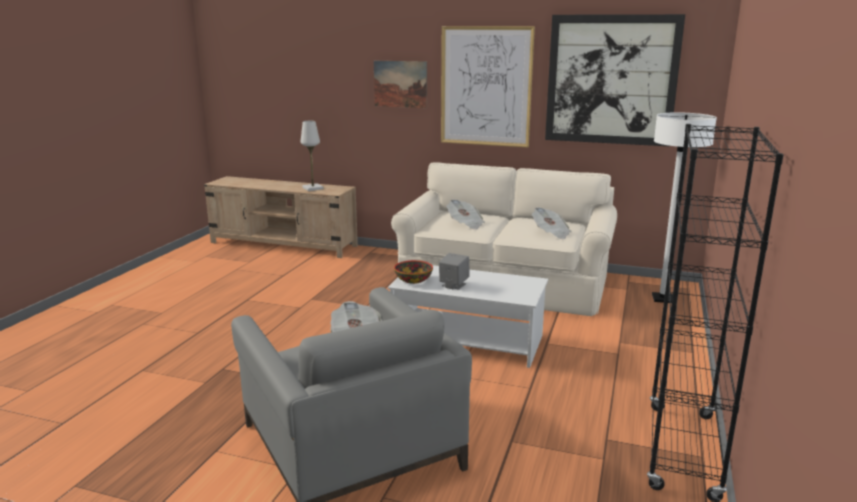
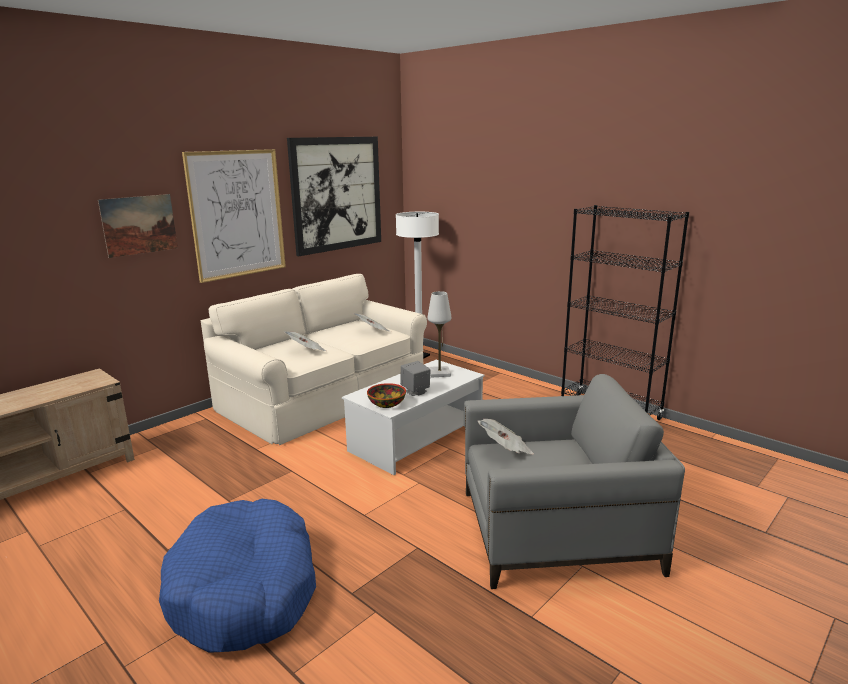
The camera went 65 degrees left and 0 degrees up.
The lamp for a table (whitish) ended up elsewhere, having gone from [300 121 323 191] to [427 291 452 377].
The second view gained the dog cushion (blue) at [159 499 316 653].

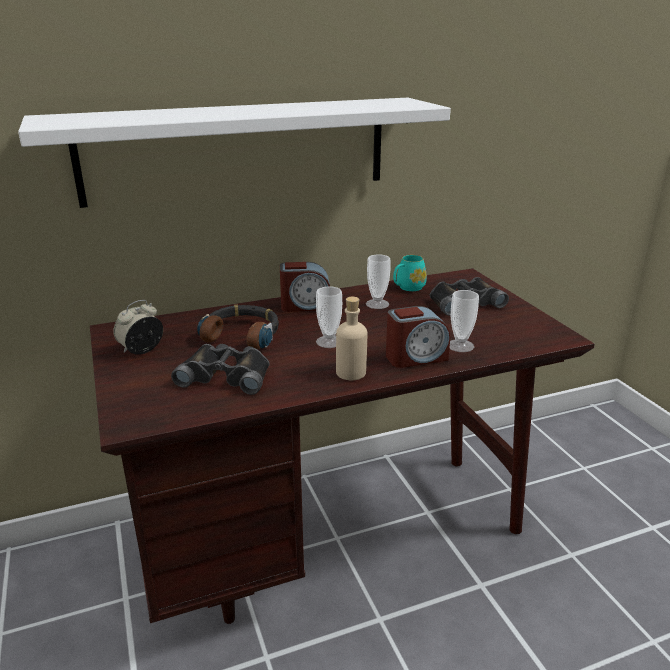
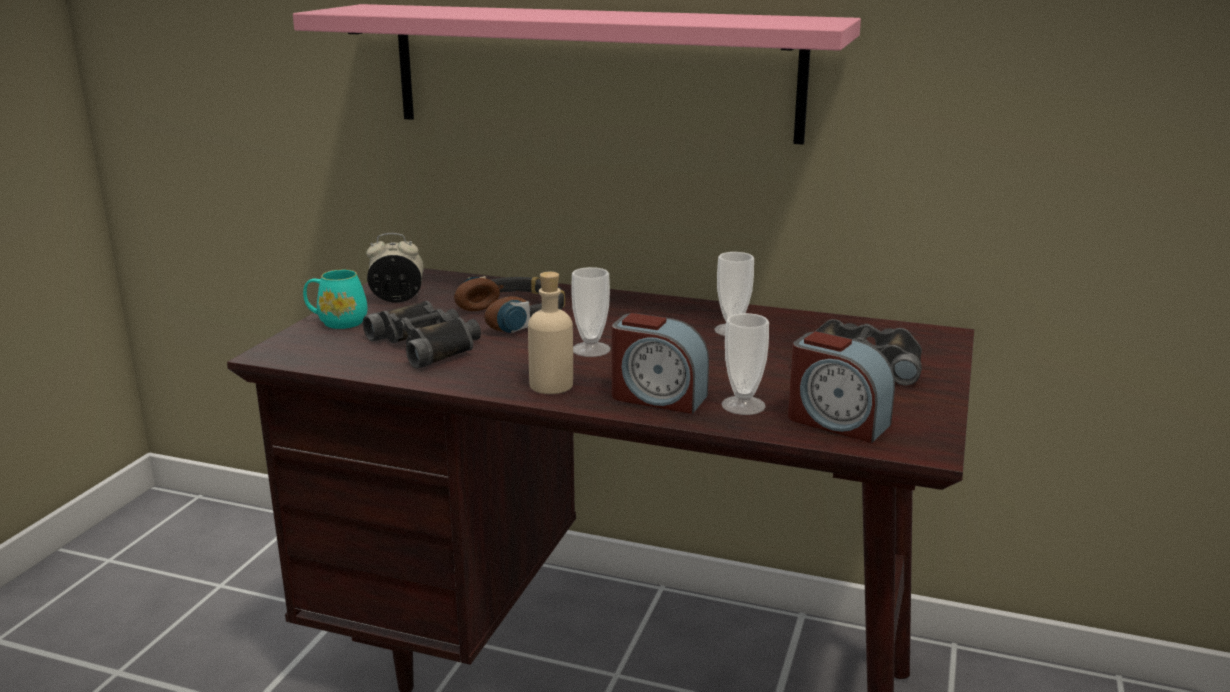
The camera went 40 degrees right and 5 degrees down.
What was the bracket shelf (whitish) at [18 98 451 208] turned into the bracket shelf (pinkish) at [293 4 861 145].
The mug (turquoise) ended up elsewhere, having gone from [393 255 427 291] to [303 269 367 329].
The bedside clock ended up elsewhere, having gone from [280 262 330 312] to [788 331 895 443].

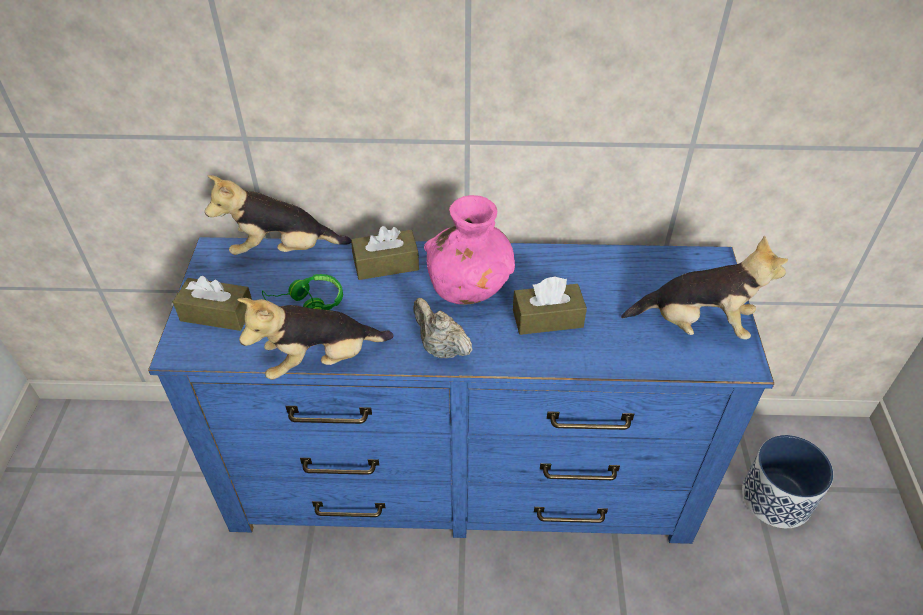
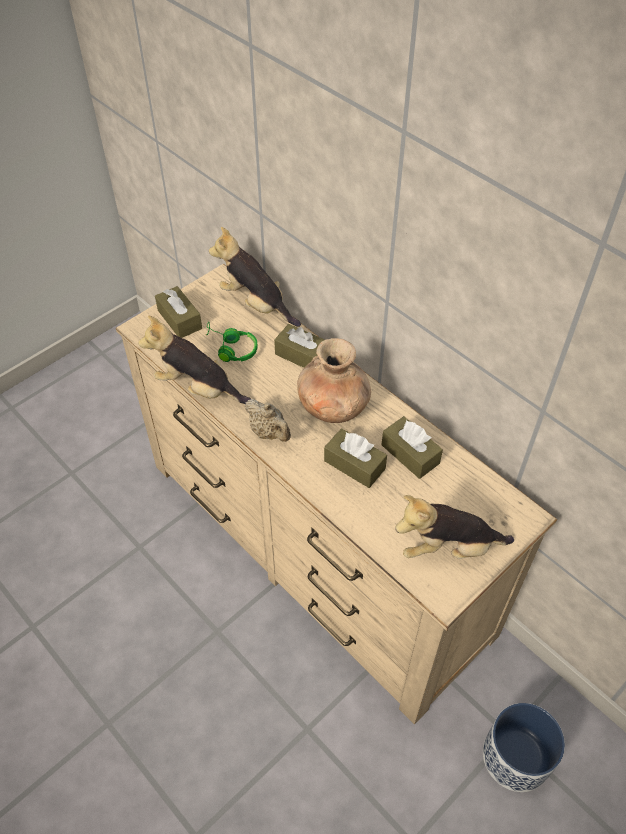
The camera went 45 degrees right and 5 degrees up.
What was the flower vase (pinkish) at [424 195 515 304] turned into the flower vase (brown) at [297 338 371 423].
The soft toy at [621 235 788 340] ended up facing another way, 120 degrees clockwise from before.
What was the chest of drawers (blue) at [148 237 774 544] turned into the chest of drawers (beige) at [116 264 557 725].
The teapot (beige) at [413 298 473 359] ended up facing another way, 135 degrees clockwise from before.
The second view gained the box of tissues (brown) at [382 416 443 479].

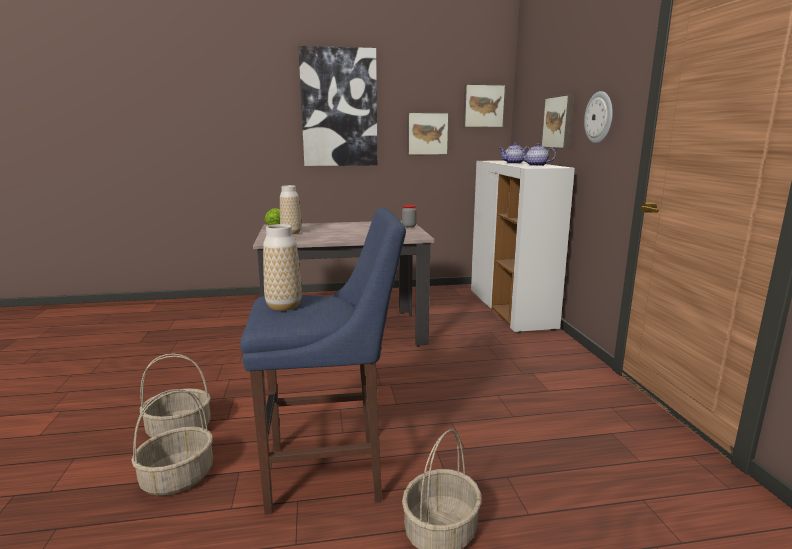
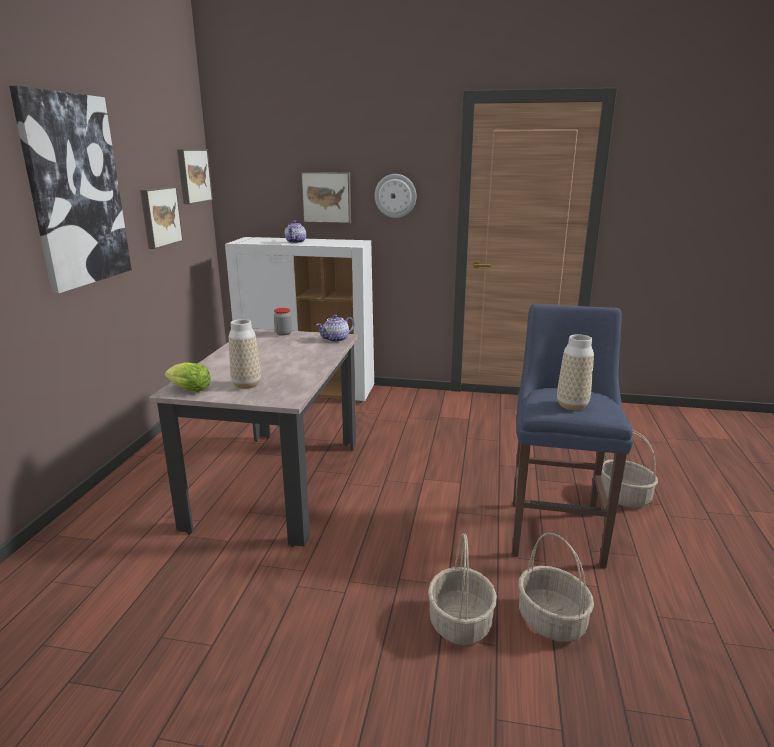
The camera went 70 degrees left and 5 degrees up.
The teapot ended up elsewhere, having gone from [521 143 556 166] to [316 315 354 342].

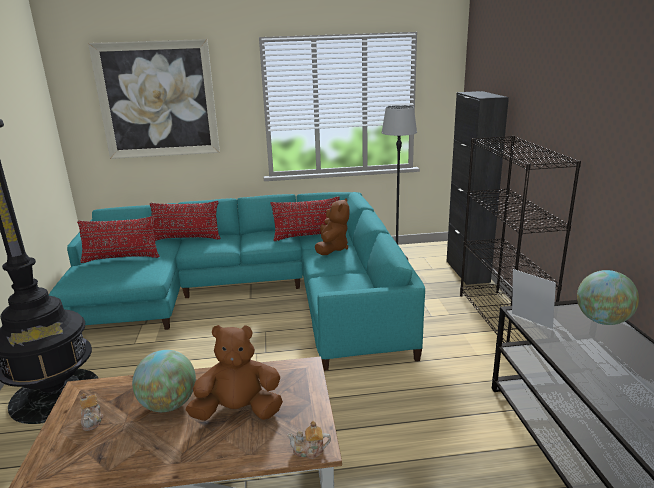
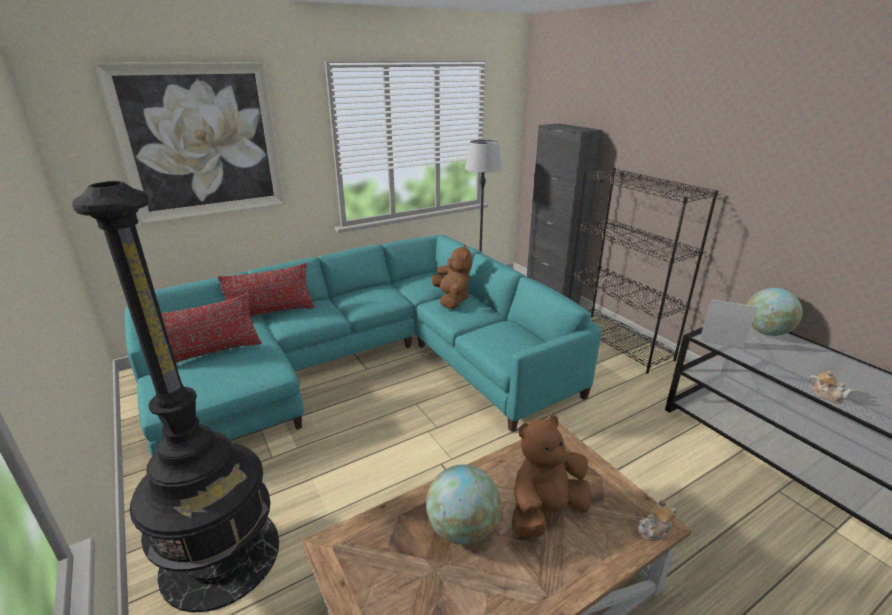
The camera went 25 degrees left and 5 degrees up.
The second view lost the throw pillow (red) at [270 196 340 241].
The teapot ended up elsewhere, having gone from [80 393 103 431] to [809 371 855 404].

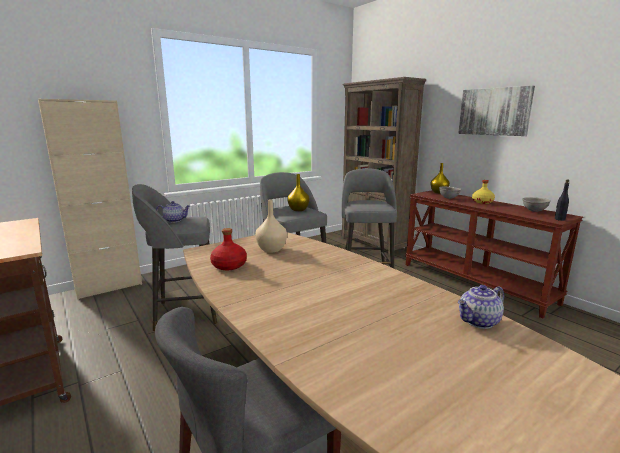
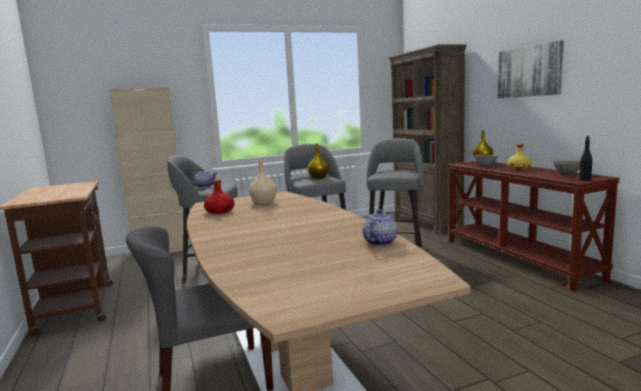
The camera went 15 degrees right and 5 degrees down.
The teapot at [458 285 504 329] ended up facing another way, 135 degrees clockwise from before.

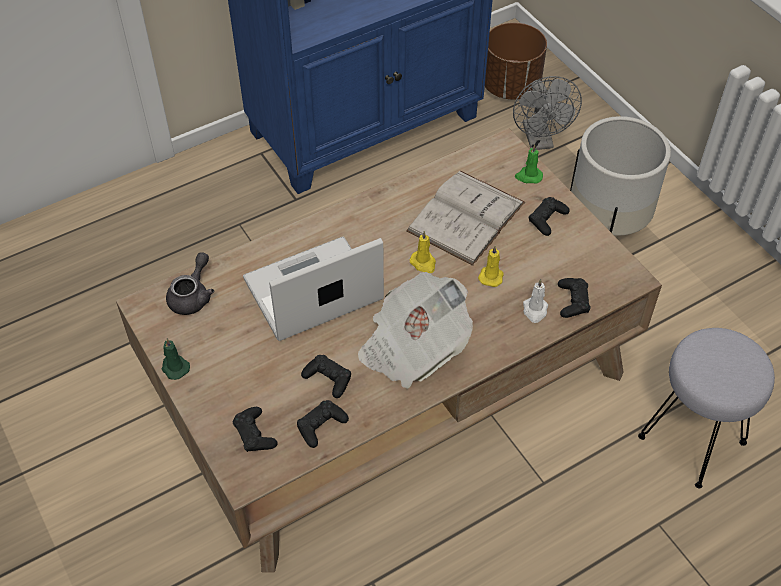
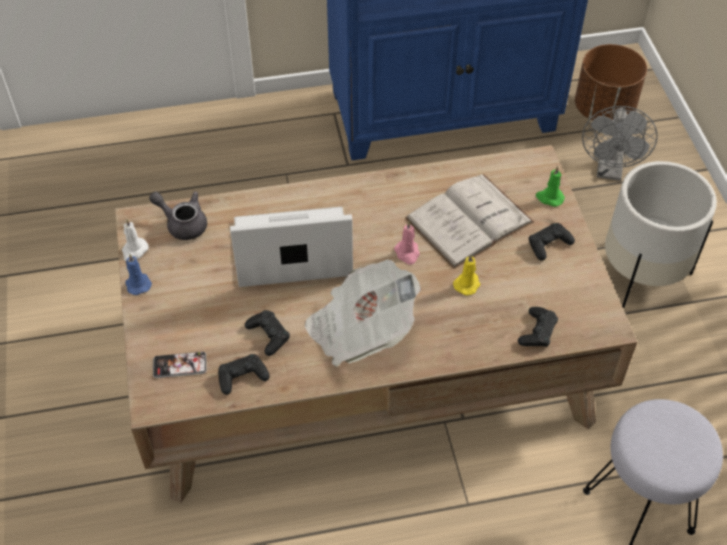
The camera went 20 degrees right and 0 degrees up.
What was the wax light (yellow) at [410 231 436 273] turned into the wax light (pinkish) at [394 221 420 265].
The teapot (gray) at [166 252 214 315] ended up facing another way, 105 degrees counterclockwise from before.
The wax light (whitish) ended up elsewhere, having gone from [523 279 548 323] to [122 219 149 261].
What was the wax light (green) at [161 339 190 380] turned into the wax light (blue) at [125 254 152 295].
Where the joypad (black-coloured) stood at [232 407 278 452], the phone came to stand at [153 352 207 378].

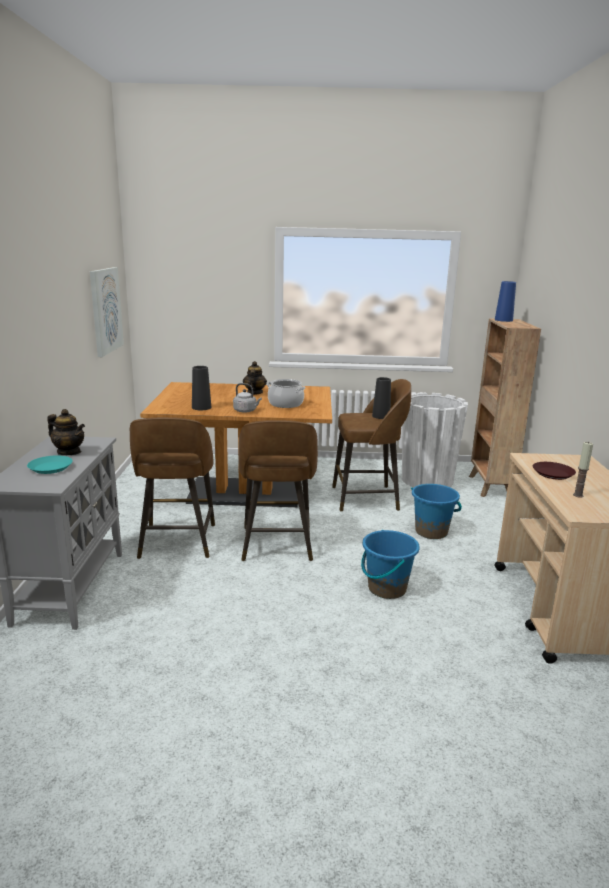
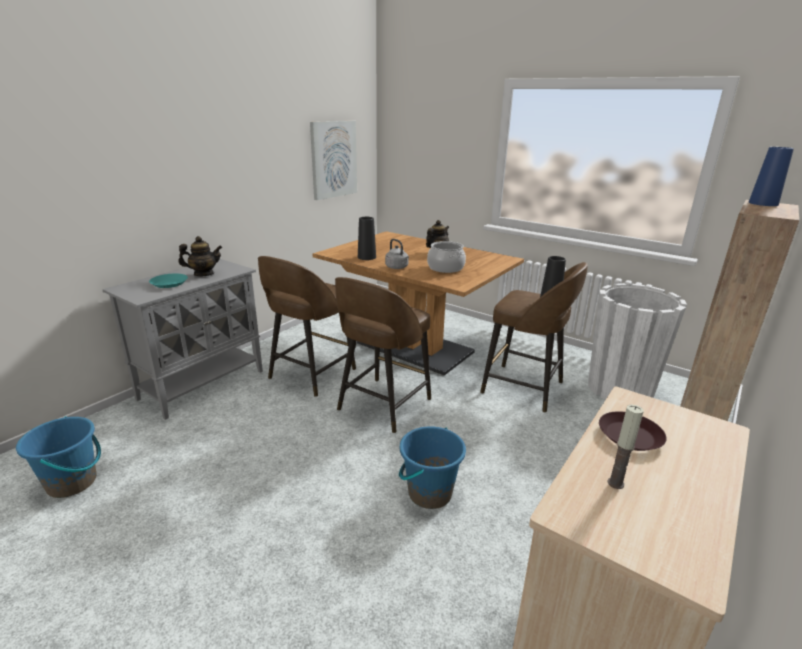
The camera went 35 degrees right and 5 degrees up.
The teapot at [47 409 85 455] ended up facing another way, 75 degrees counterclockwise from before.
The bucket (blue) ended up elsewhere, having gone from [411 484 462 539] to [16 416 101 498].

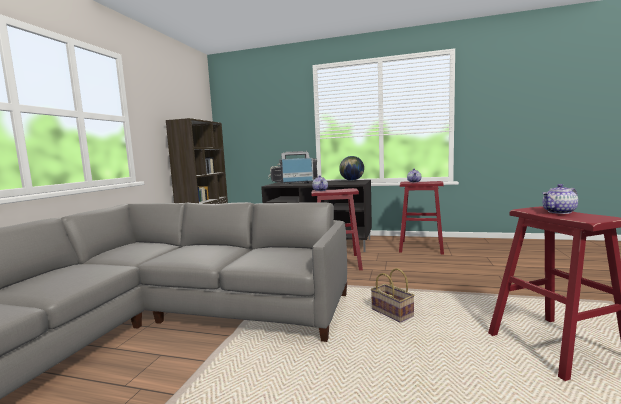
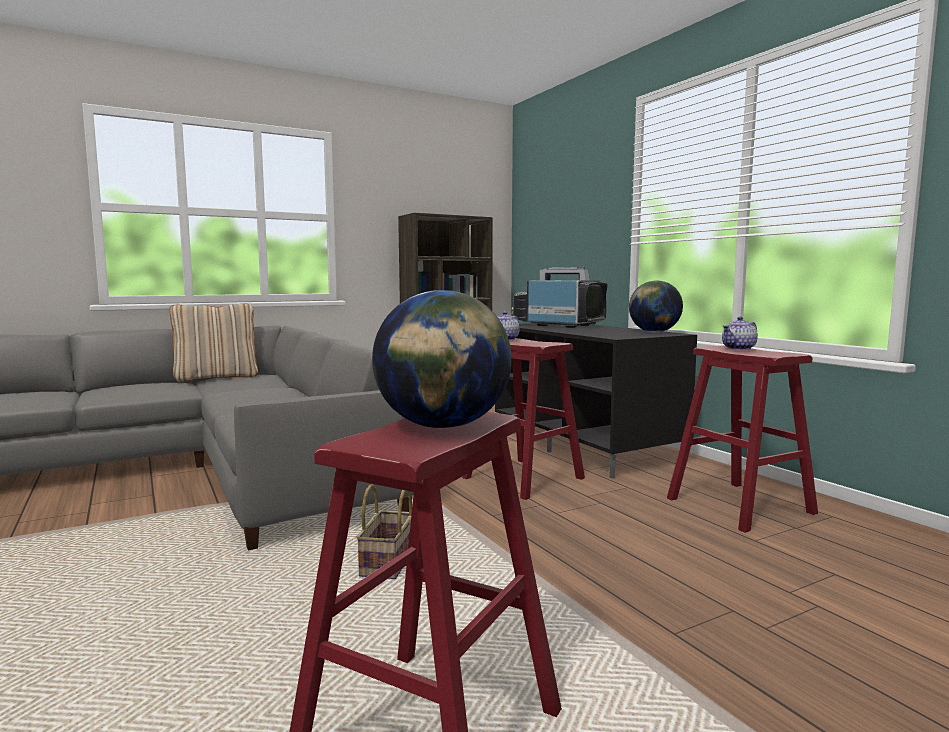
The camera went 45 degrees right and 0 degrees up.
Where the teapot stood at [542 184 578 214], the desk globe came to stand at [372 290 512 428].
The second view gained the throw pillow (beige) at [169 303 258 382].

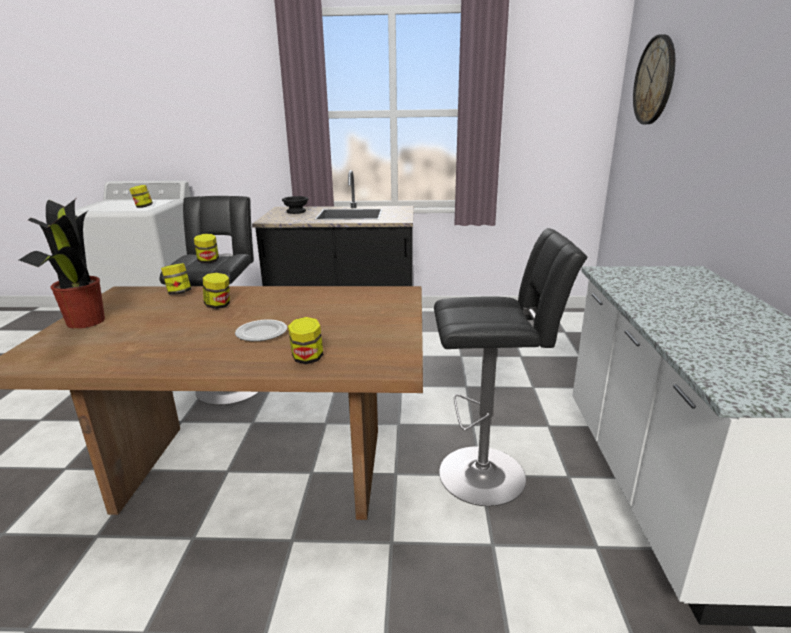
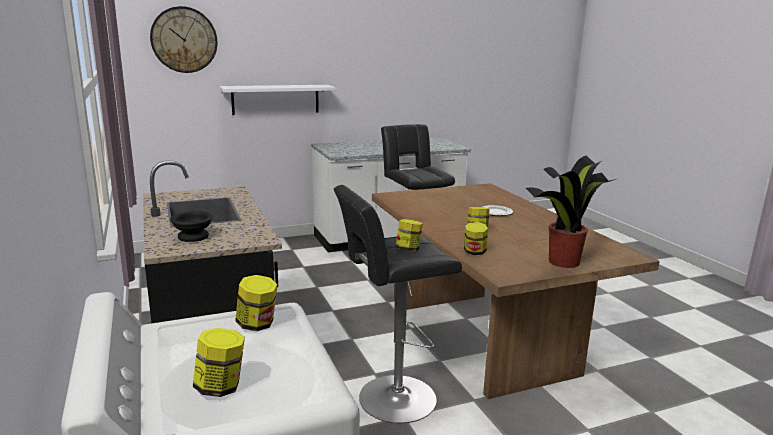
The camera went 115 degrees left and 5 degrees down.
The jar ended up elsewhere, having gone from [288 317 323 364] to [193 328 245 397].
The second view gained the bracket shelf (whitish) at [219 85 336 115].

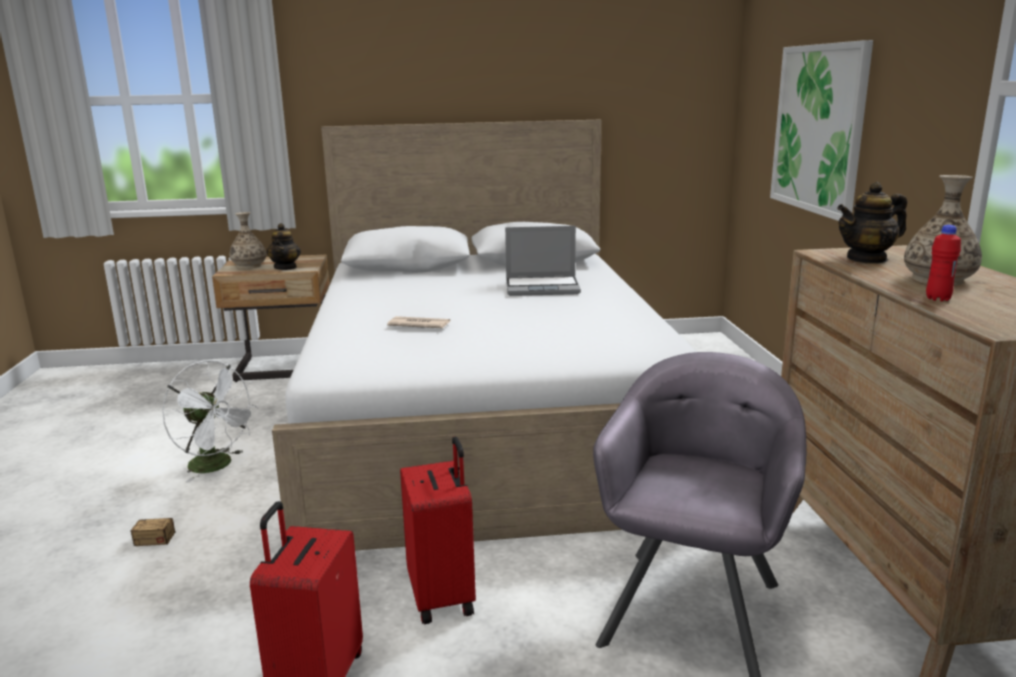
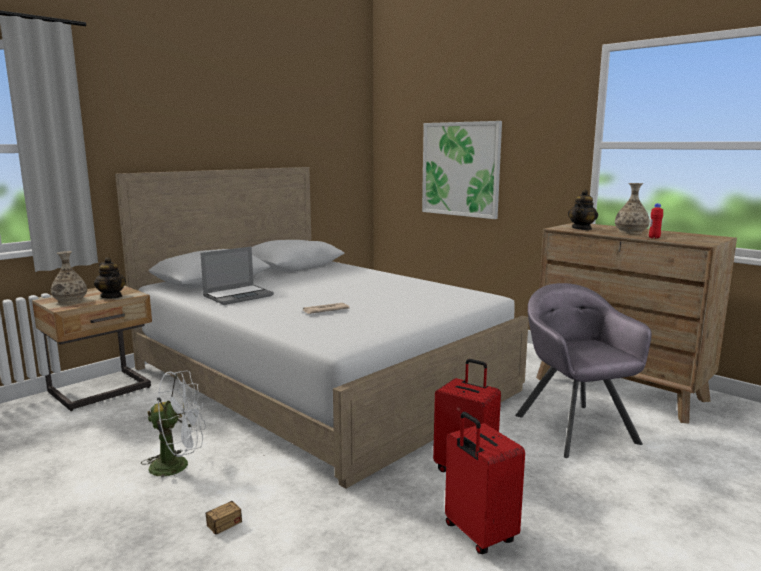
The camera went 40 degrees left and 5 degrees down.
The portable computer ended up elsewhere, having gone from [505 226 581 296] to [200 247 274 305].

